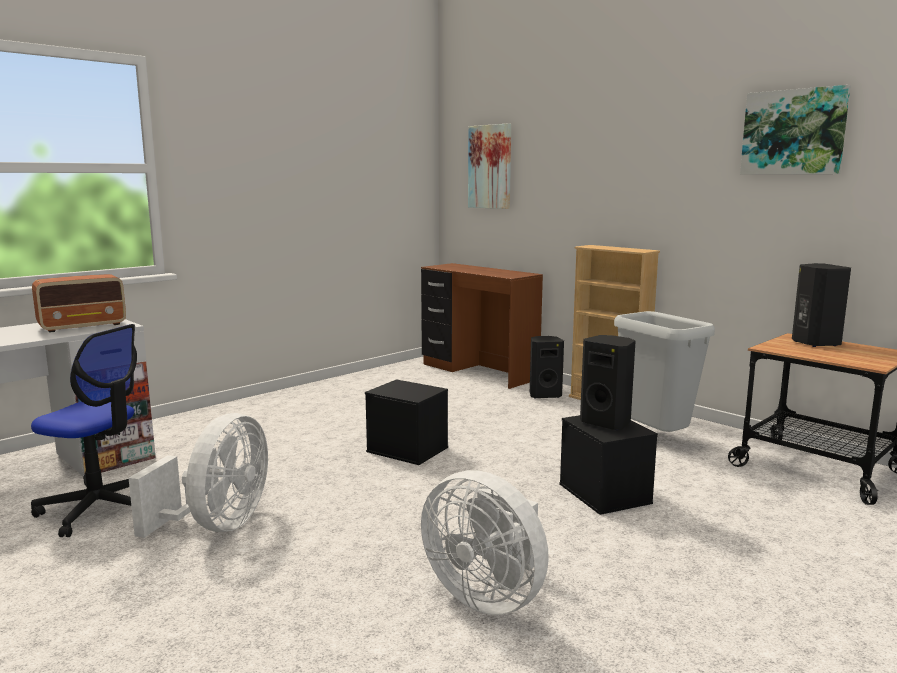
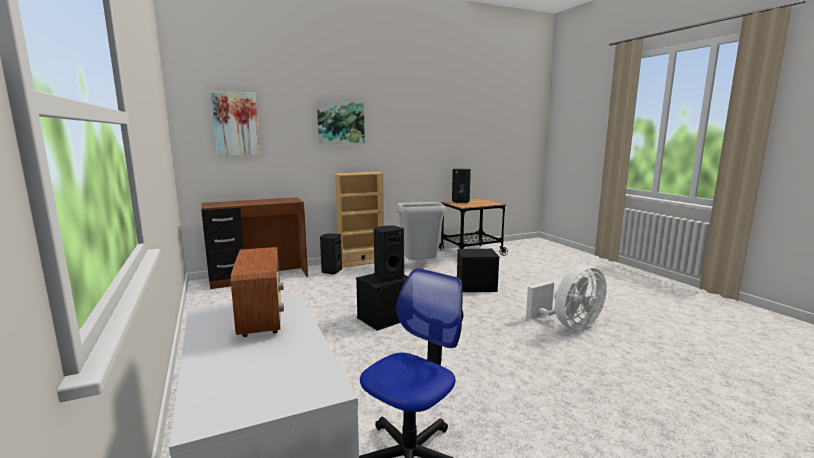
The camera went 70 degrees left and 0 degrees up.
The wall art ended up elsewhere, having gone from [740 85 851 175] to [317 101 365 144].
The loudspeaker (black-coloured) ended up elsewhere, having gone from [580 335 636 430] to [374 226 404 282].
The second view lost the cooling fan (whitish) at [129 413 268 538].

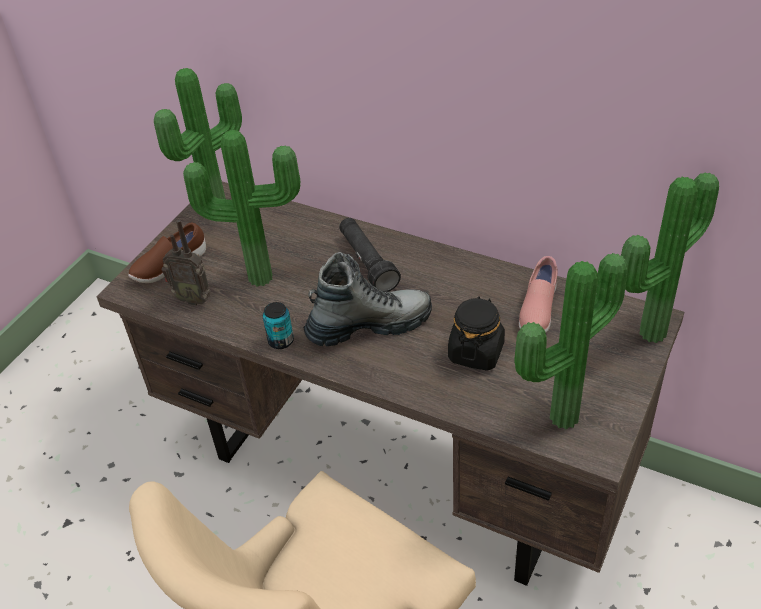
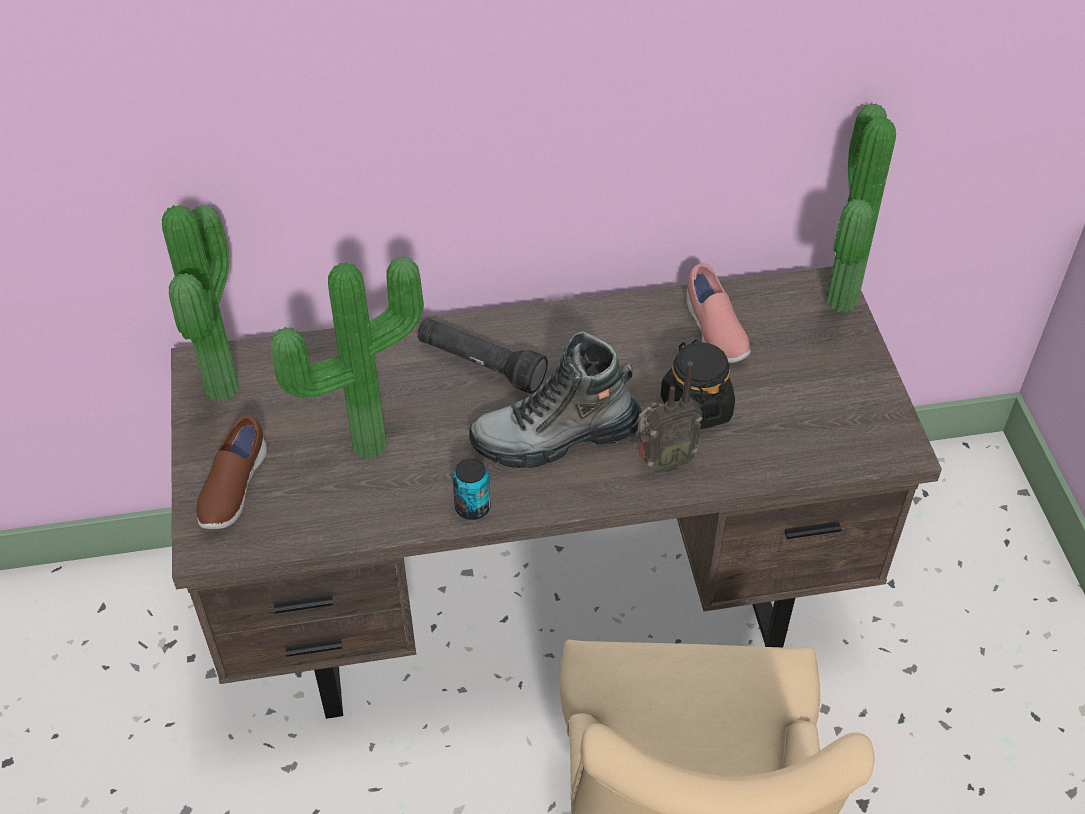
The camera went 40 degrees left and 5 degrees up.
The radio receiver ended up elsewhere, having gone from [162 220 211 306] to [637 361 703 473].
The tall boot at [303 252 432 347] ended up facing another way, 135 degrees counterclockwise from before.
The second view lost the potted plant at [514 253 628 429].

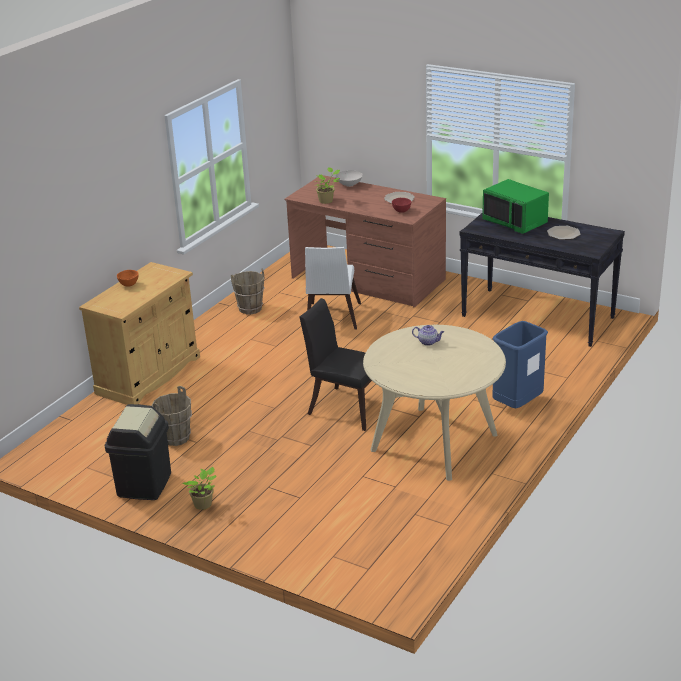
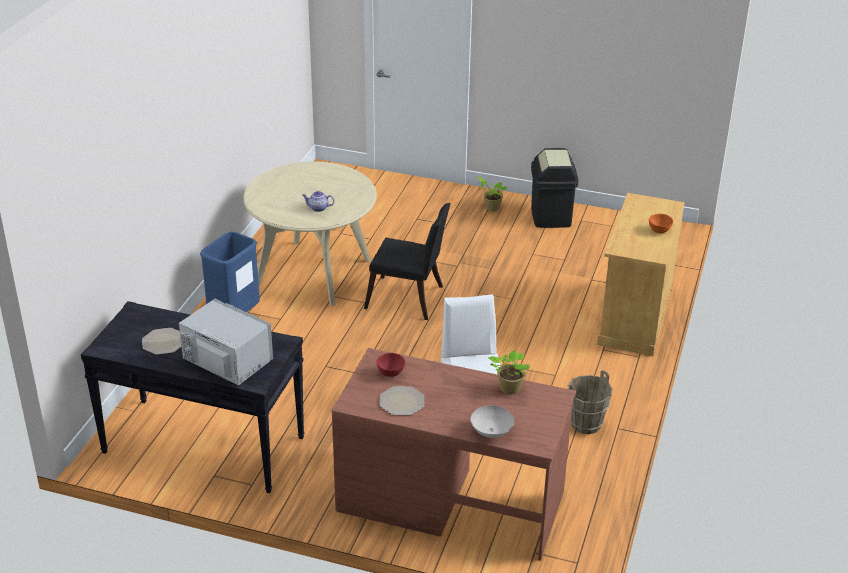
The camera went 165 degrees right and 5 degrees up.
What was the kitchen microwave (green) at [482 179 549 234] turned into the kitchen microwave (gray) at [179 299 273 386].
The second view lost the bucket (brown) at [151 386 192 446].

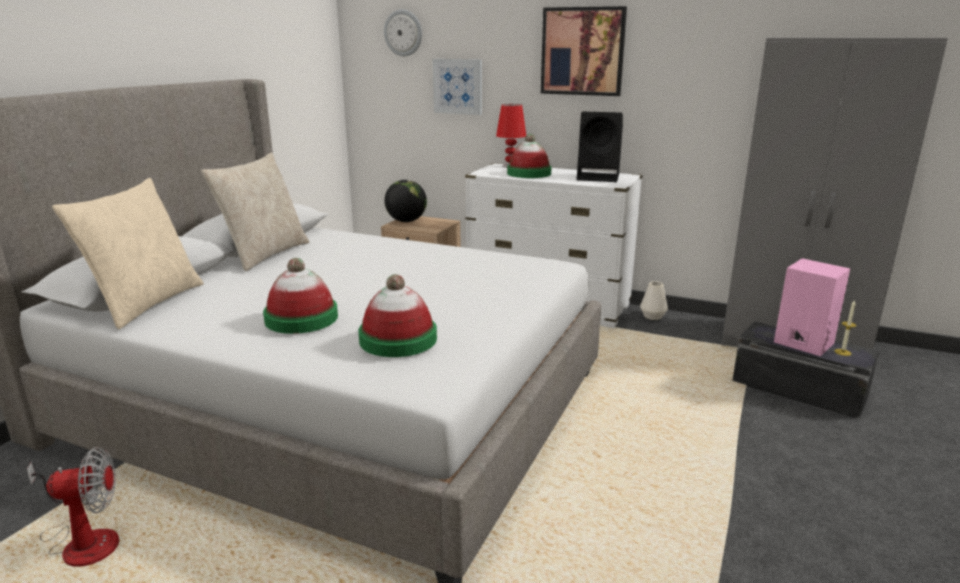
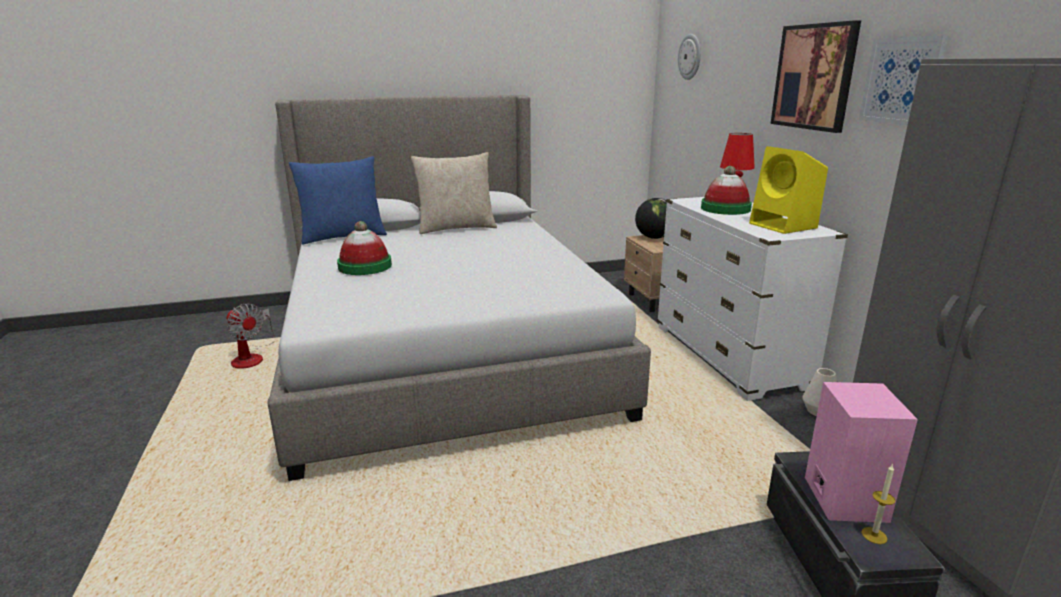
The camera went 50 degrees right and 0 degrees up.
The wall art ended up elsewhere, having gone from [433 59 482 115] to [859 35 949 125].
What was the loudspeaker (black-coloured) at [577 112 623 182] turned into the loudspeaker (yellow) at [749 146 828 234].
What was the throw pillow (beige) at [52 178 204 329] turned into the throw pillow (blue) at [289 156 387 244].
The second view lost the hat at [358 274 437 357].

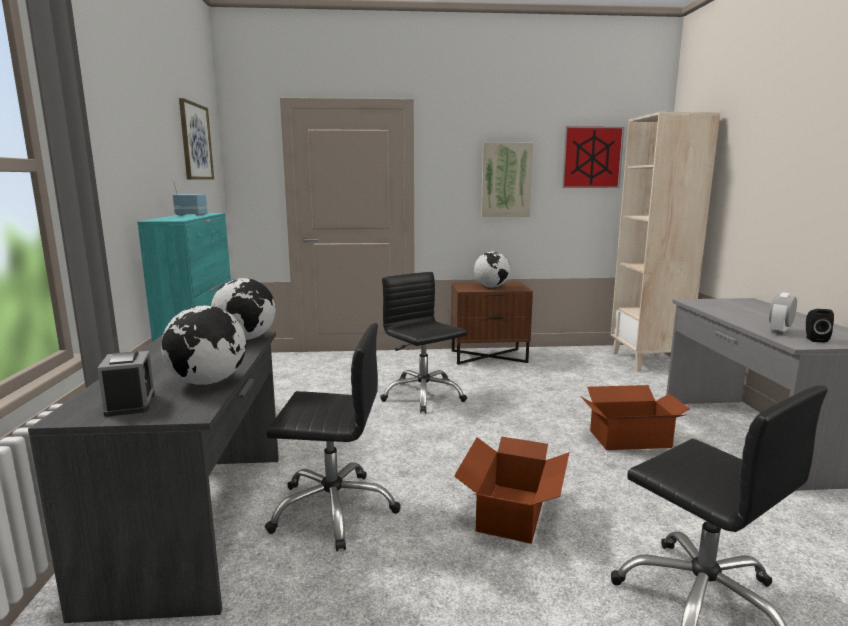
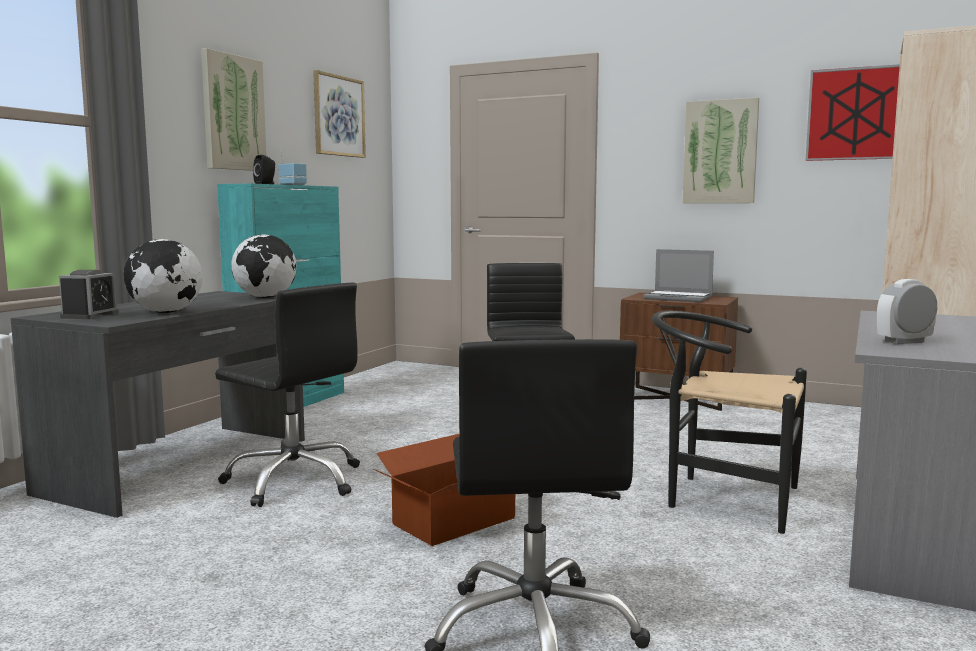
The camera went 30 degrees right and 5 degrees down.
Where the desk globe stood at [474 251 510 288], the portable computer came to stand at [643 249 714 302].
The loudspeaker (black-coloured) ended up elsewhere, having gone from [806 309 834 343] to [253 155 275 184].
Where the carton stood at [580 385 690 450], the chair (black-coloured) came to stand at [652 311 807 534].
The second view gained the wall art at [201 48 267 171].

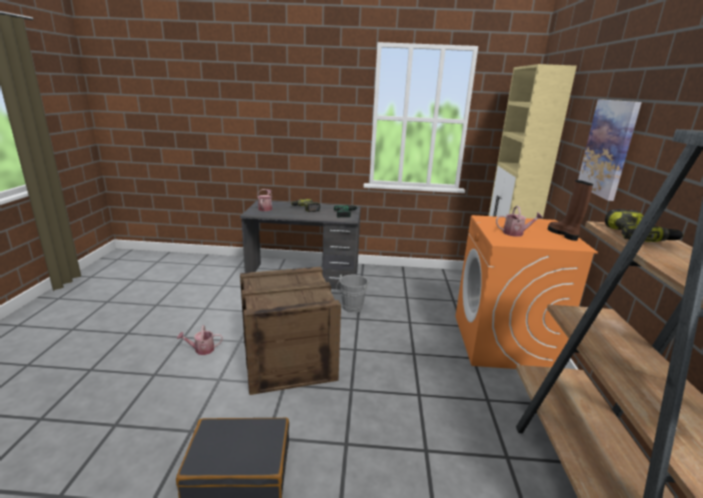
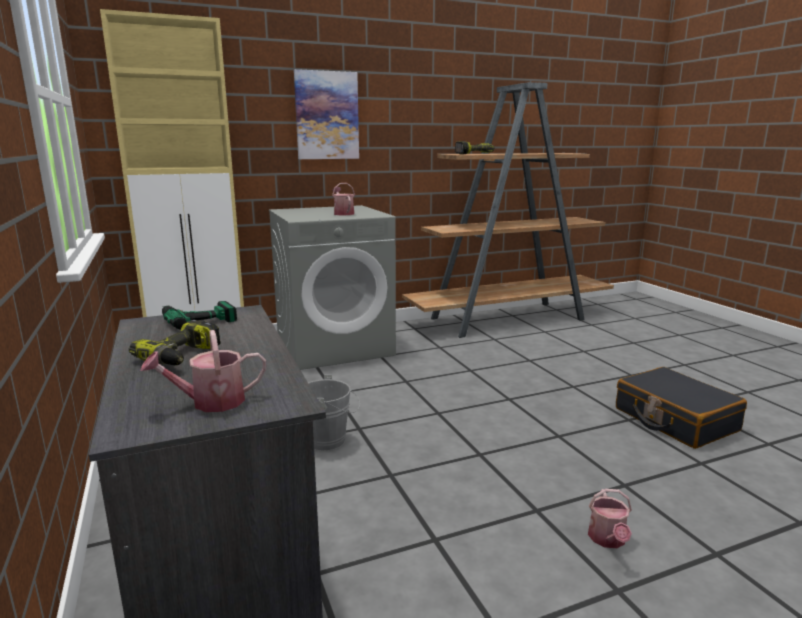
The camera went 115 degrees left and 5 degrees down.
The second view lost the tall boot (brown) at [548 180 593 241].
What was the laundry appliance (orange) at [455 215 598 369] turned into the laundry appliance (gray) at [269 205 396 370].
The second view lost the shipping crate at [240 267 341 395].
The watering pot at [177 325 223 355] ended up facing another way, 45 degrees clockwise from before.

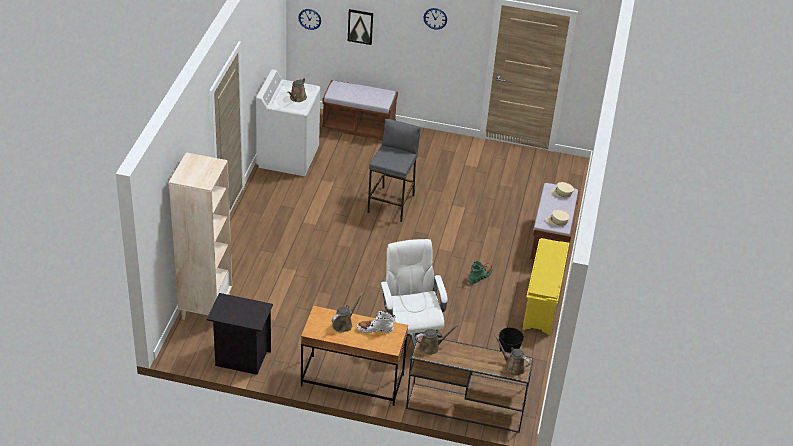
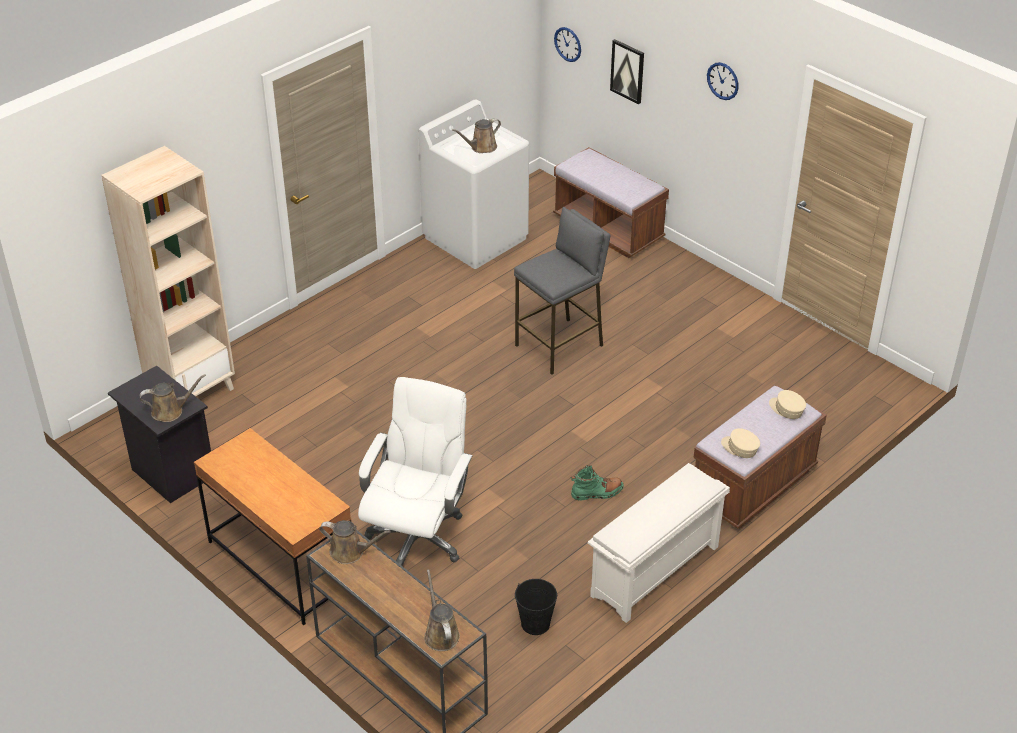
The camera went 35 degrees right and 0 degrees up.
What was the shoe rack (yellow) at [522 238 569 335] turned into the shoe rack (whitish) at [588 463 730 623].
The watering pot (brown) ended up elsewhere, having gone from [332 293 363 333] to [140 374 206 422].
The second view lost the tall boot (whitish) at [357 310 395 333].

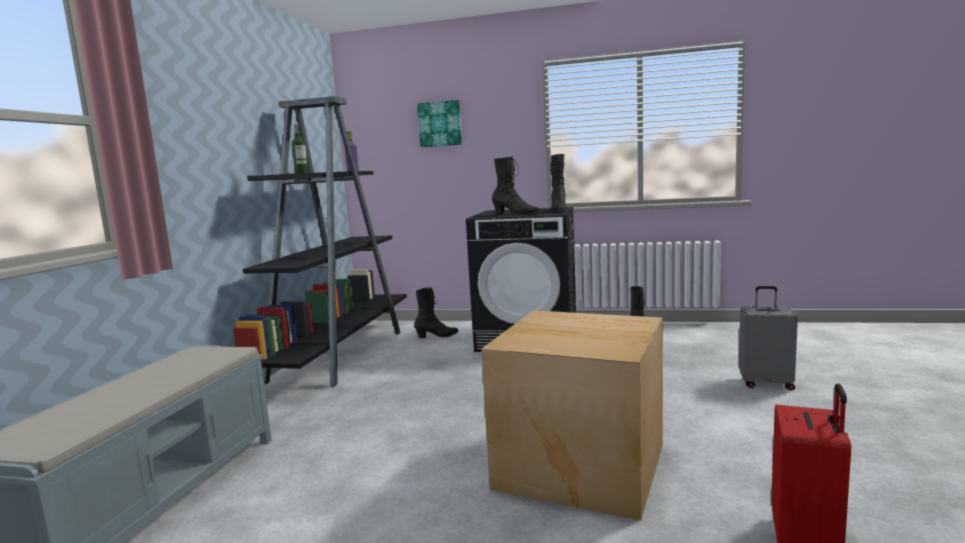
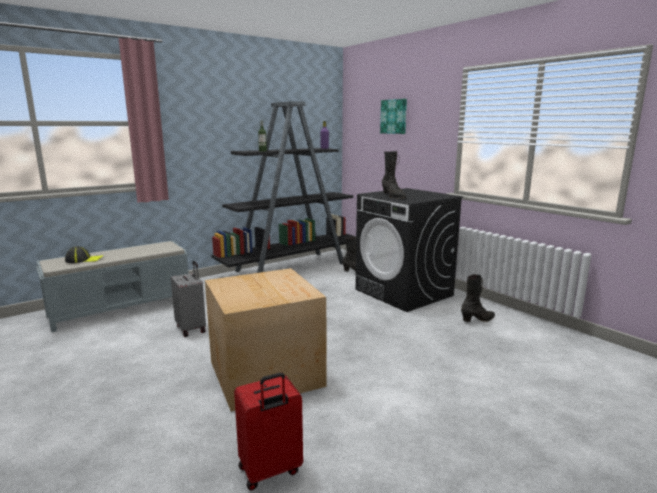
The camera went 40 degrees right and 5 degrees up.
The second view lost the tall boot (black-coloured) at [550 154 567 212].
The suitcase (gray) ended up elsewhere, having gone from [739 286 798 391] to [171 261 206 337].
The second view gained the cap at [65 246 103 263].

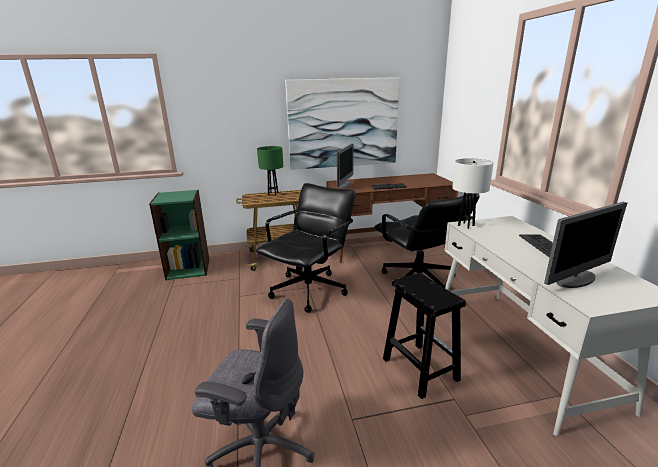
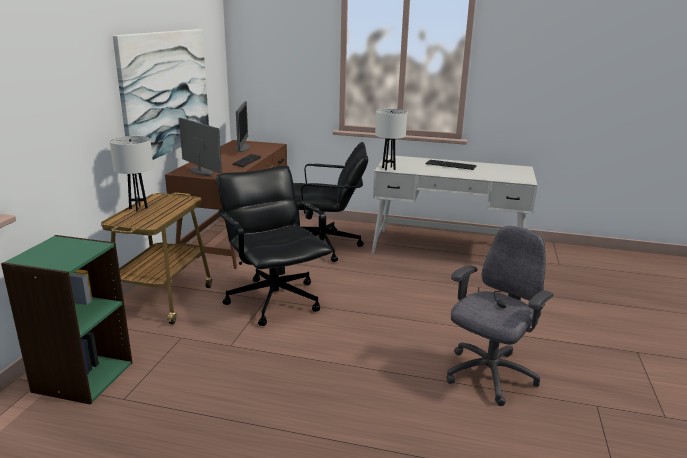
The camera went 65 degrees left and 0 degrees up.
What was the lamp for a table (green) at [257 146 283 195] turned into the lamp for a table (whitish) at [109 136 153 212].
The computer screen ended up elsewhere, having gone from [544 202 627 288] to [236 101 250 152].
The second view lost the stool (black-coloured) at [383 273 466 399].

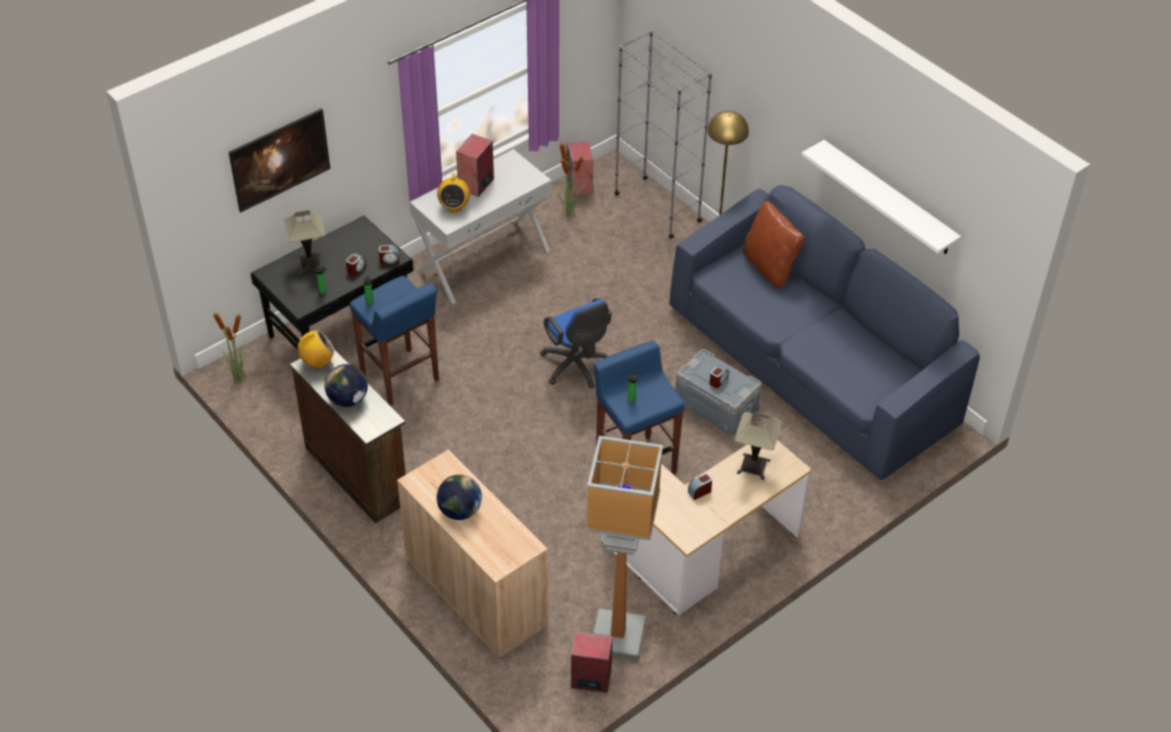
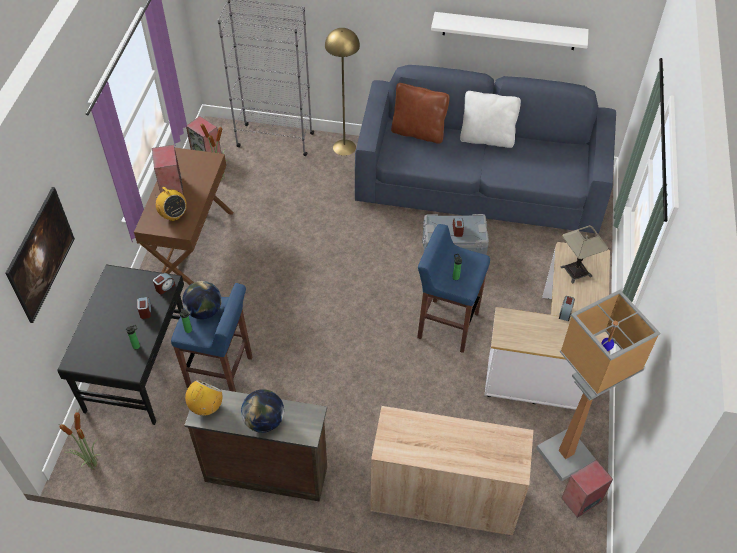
The camera went 40 degrees left and 5 degrees up.
What was the narrow table (whitish) at [410 149 551 304] turned into the narrow table (brown) at [134 148 234 285].
The second view lost the lamp for a table at [284 210 326 274].
The second view lost the desk chair (blue) at [540 298 612 389].
The desk globe ended up elsewhere, having gone from [436 475 482 520] to [182 281 222 319].
The second view gained the throw pillow (whitish) at [460 91 521 148].

